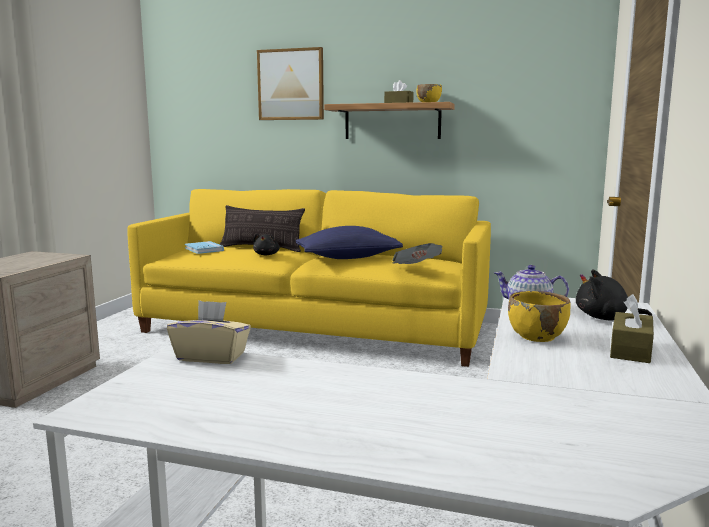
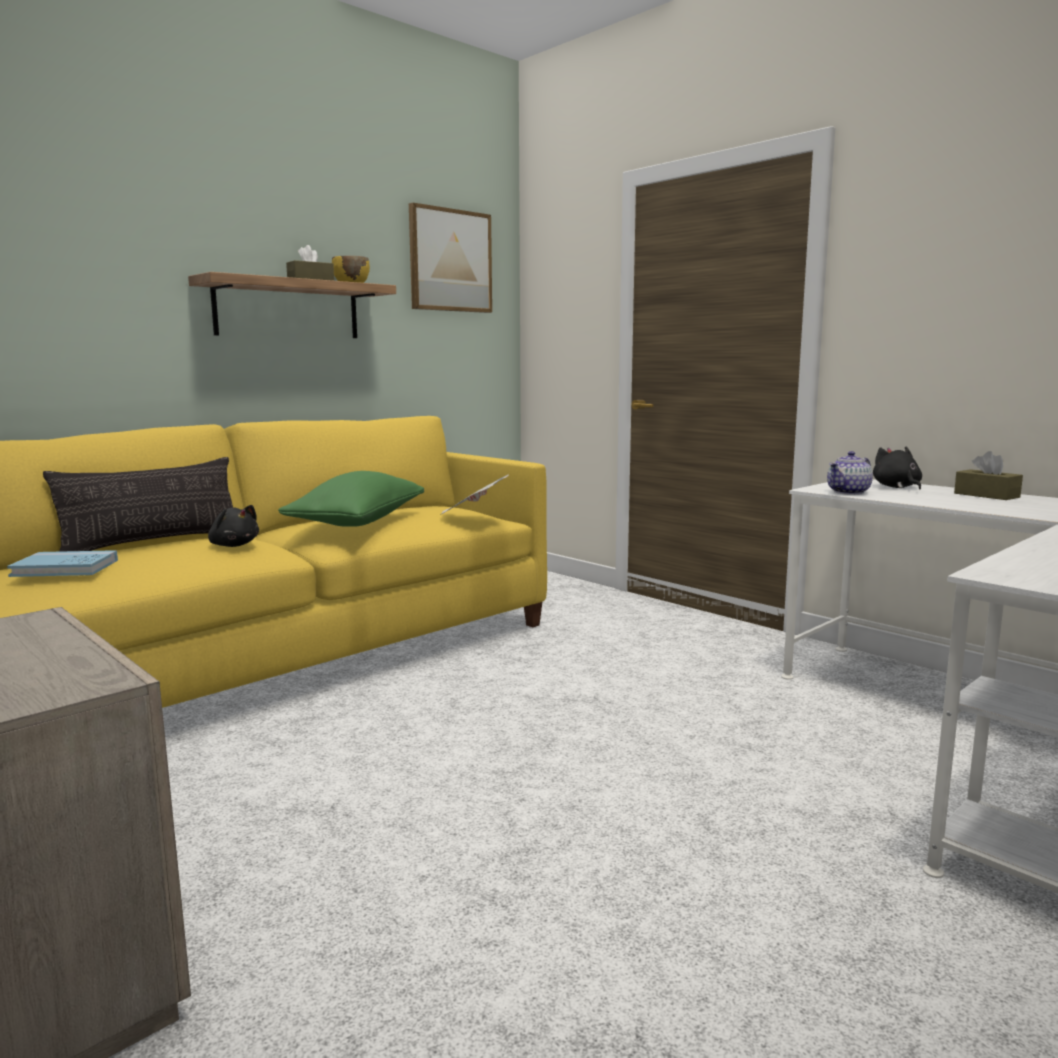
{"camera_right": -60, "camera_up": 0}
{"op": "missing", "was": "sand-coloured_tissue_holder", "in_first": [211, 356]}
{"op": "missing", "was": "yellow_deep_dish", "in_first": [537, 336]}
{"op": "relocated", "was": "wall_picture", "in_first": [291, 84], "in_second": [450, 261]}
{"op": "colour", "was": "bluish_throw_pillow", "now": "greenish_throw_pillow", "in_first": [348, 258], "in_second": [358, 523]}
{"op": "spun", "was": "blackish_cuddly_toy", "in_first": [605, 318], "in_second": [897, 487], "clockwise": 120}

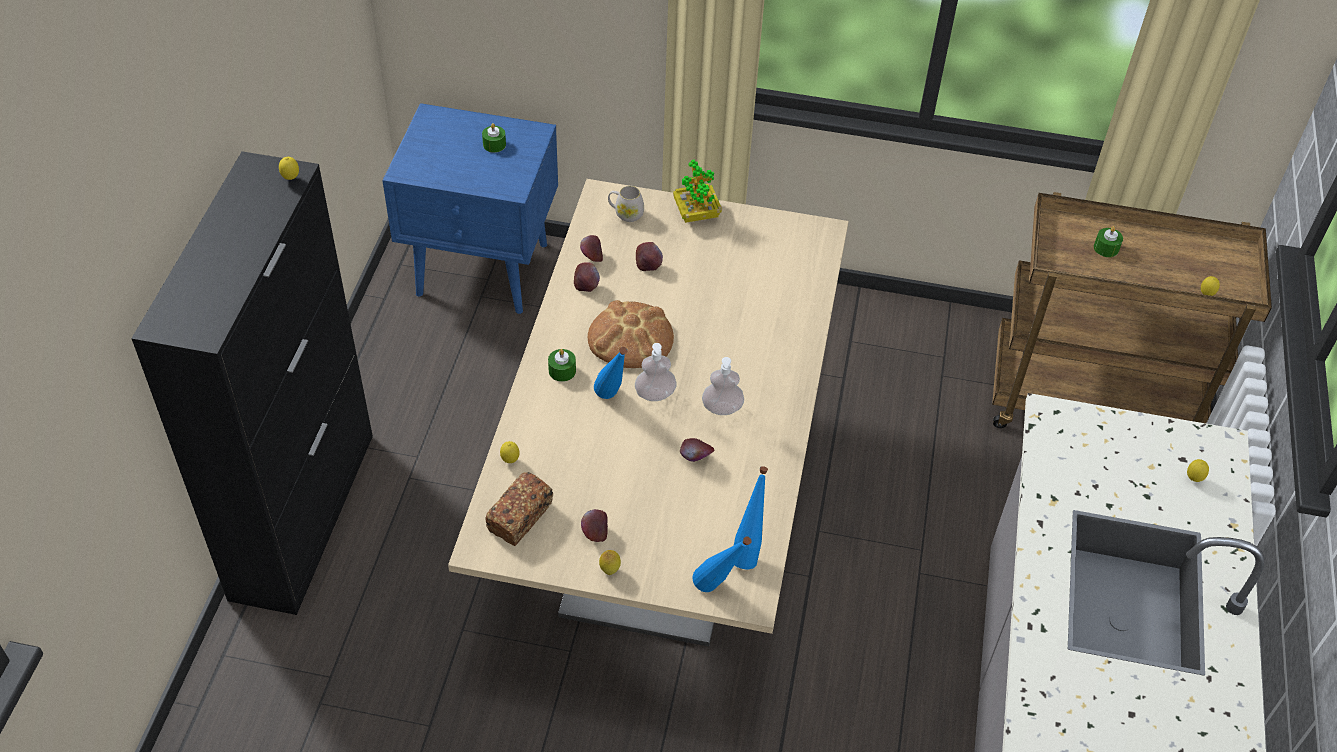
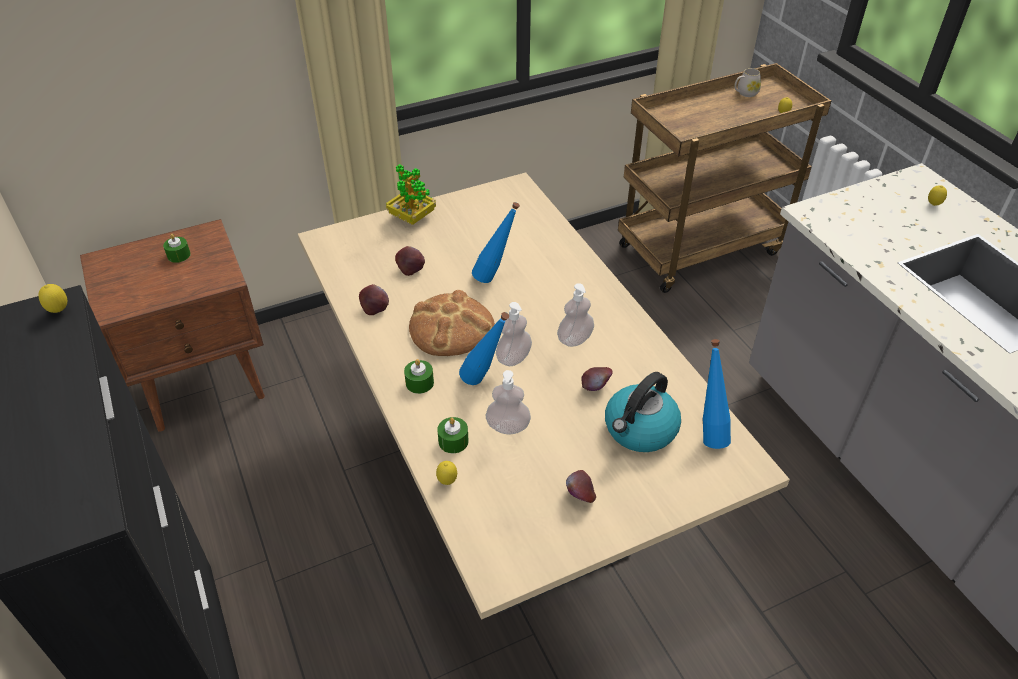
{"camera_right": -35, "camera_up": -5}
{"op": "missing", "was": "baked_bread", "in_first": [520, 517]}
{"op": "missing", "was": "whole_apple", "in_first": [591, 258]}
{"op": "missing", "was": "whole_lemon", "in_first": [610, 570]}
{"op": "appeared", "now": "liquid_soap_bottle", "in_second": [508, 427]}
{"op": "appeared", "now": "kettle", "in_second": [640, 430]}
{"op": "relocated", "was": "white-coloured_mug", "in_first": [625, 213], "in_second": [745, 93]}
{"op": "relocated", "was": "bluish_beverage_bottle", "in_first": [718, 590], "in_second": [495, 278]}
{"op": "relocated", "was": "greenish_wax_candle", "in_first": [1106, 248], "in_second": [453, 441]}
{"op": "colour", "was": "bluish_nightstand", "now": "brownish_nightstand", "in_first": [484, 270], "in_second": [205, 381]}

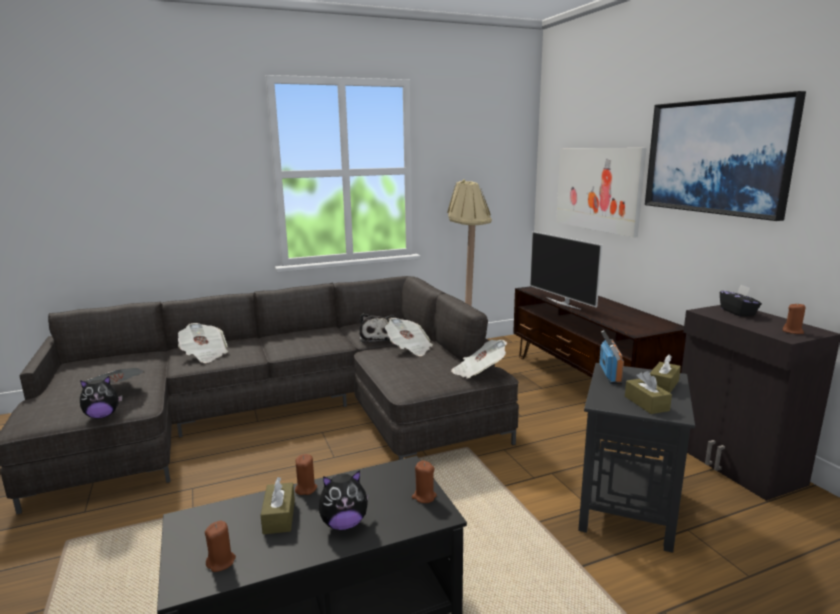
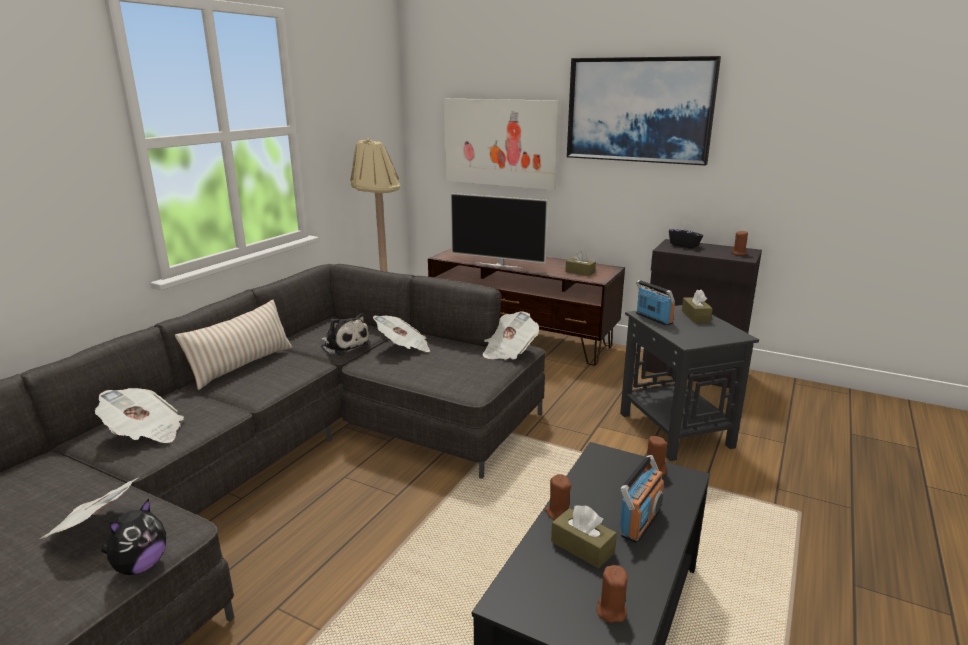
{"camera_right": -40, "camera_up": 5}
{"op": "appeared", "now": "sand-coloured_throw_pillow", "in_second": [242, 365]}
{"op": "relocated", "was": "brownish_tissue_holder", "in_first": [646, 403], "in_second": [580, 272]}
{"op": "exchanged", "was": "cuddly_toy", "now": "radio", "in_first": [344, 524], "in_second": [640, 522]}

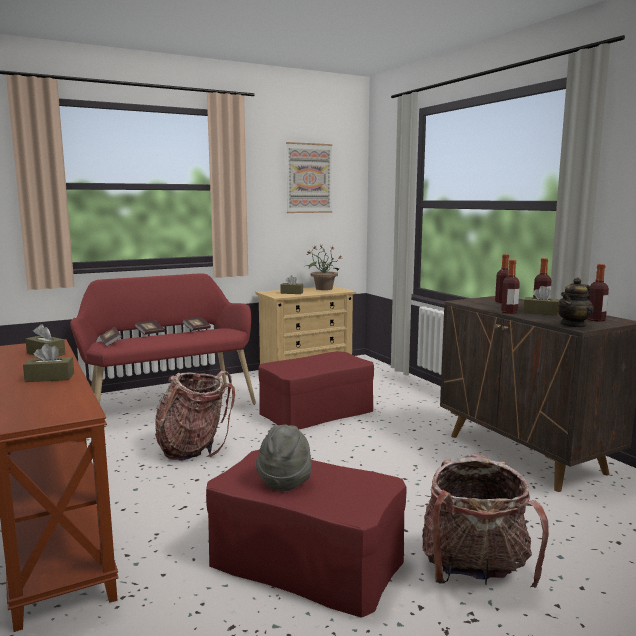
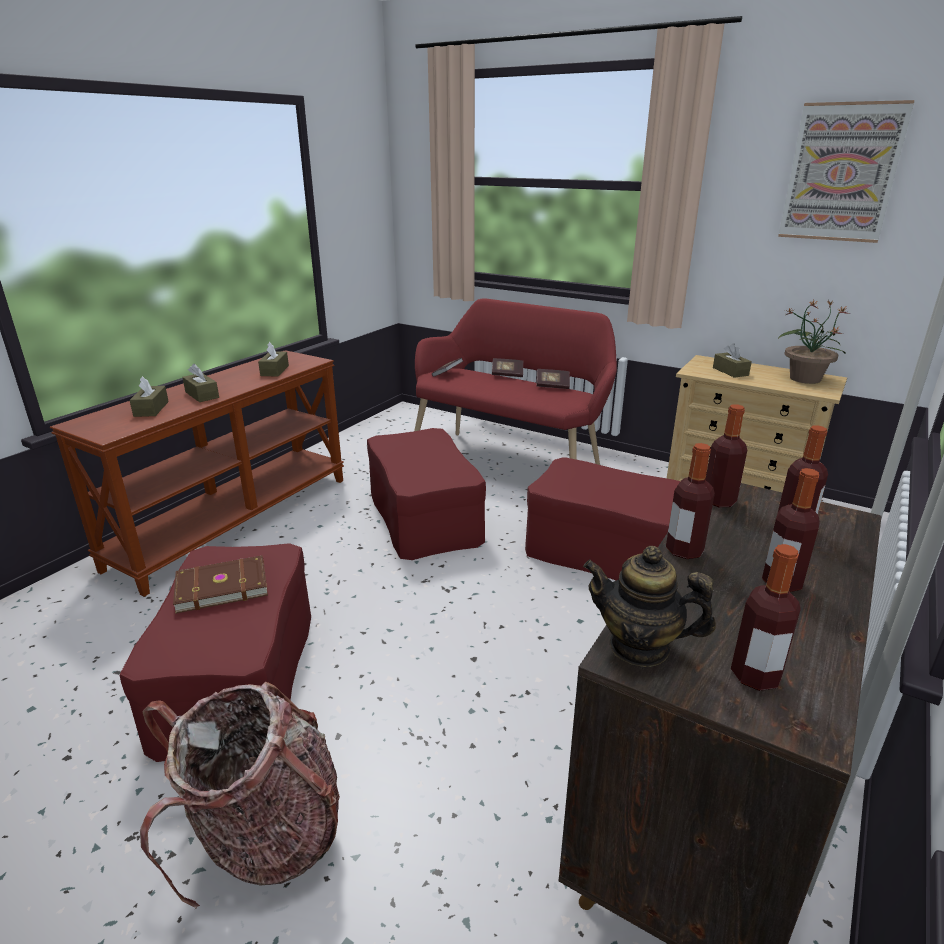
{"camera_right": 60, "camera_up": 15}
{"op": "appeared", "now": "beverage_bottle", "in_second": [719, 501]}
{"op": "relocated", "was": "brownish_tissue_holder", "in_first": [540, 313], "in_second": [151, 409]}
{"op": "exchanged", "was": "rucksack", "now": "reddish_pouffe", "in_first": [193, 448], "in_second": [425, 517]}
{"op": "exchanged", "was": "greyish_clothing_hat", "now": "brownish_volume", "in_first": [285, 480], "in_second": [221, 586]}

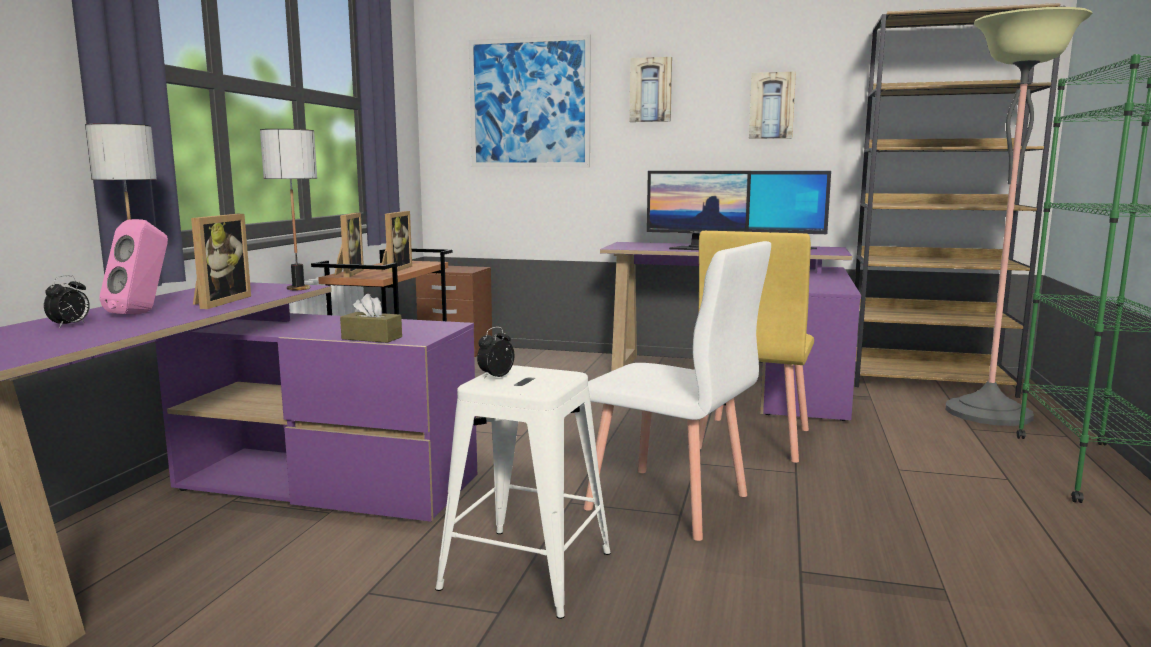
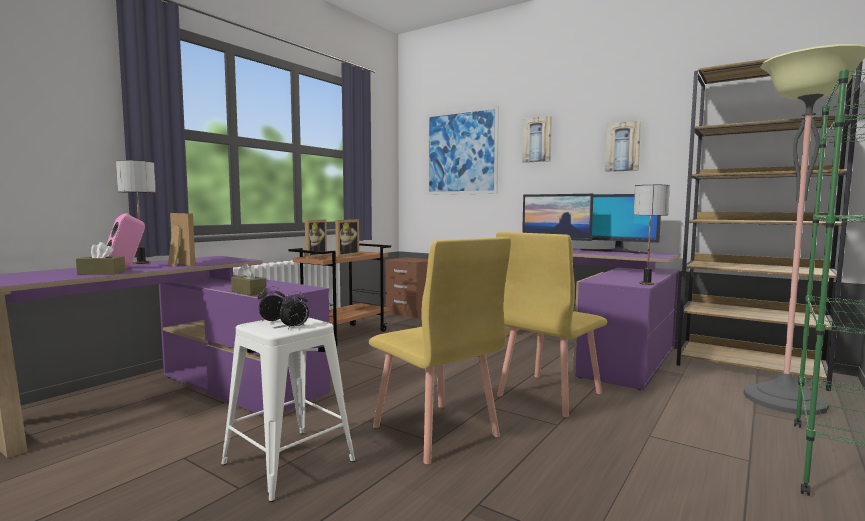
{"camera_right": 20, "camera_up": -5}
{"op": "appeared", "now": "brownish_tissue_holder", "in_second": [101, 273]}
{"op": "relocated", "was": "table_clock", "in_first": [70, 325], "in_second": [295, 327]}
{"op": "relocated", "was": "tabletop_lamp", "in_first": [298, 288], "in_second": [646, 283]}
{"op": "colour", "was": "white-coloured_plain_chair", "now": "yellow_plain_chair", "in_first": [668, 503], "in_second": [435, 431]}
{"op": "spun", "was": "picture_frame", "in_first": [218, 302], "in_second": [178, 265], "clockwise": -75}

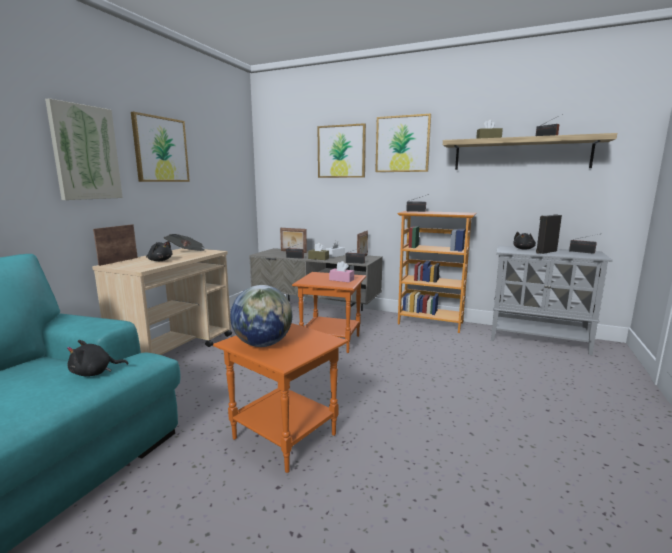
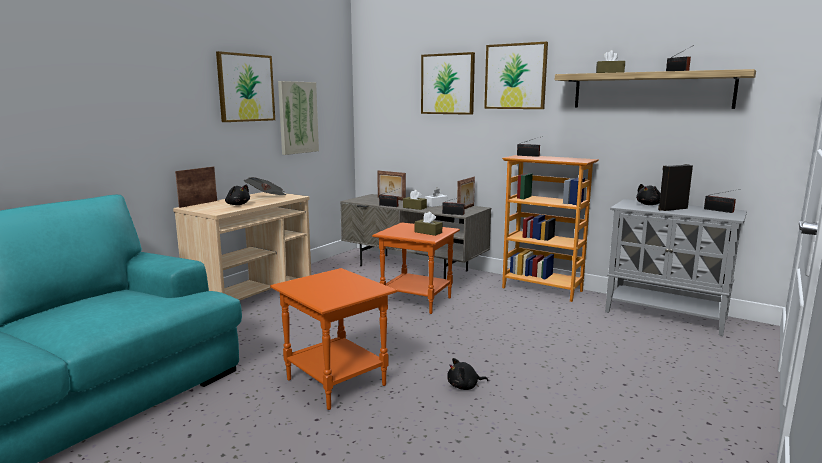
{"camera_right": 10, "camera_up": 0}
{"op": "missing", "was": "world_globe", "in_first": [263, 344]}
{"op": "relocated", "was": "wall_picture", "in_first": [85, 153], "in_second": [297, 117]}
{"op": "relocated", "was": "blackish_cuddly_toy", "in_first": [95, 373], "in_second": [464, 386]}
{"op": "colour", "was": "pink-coloured_tissue_holder", "now": "brownish_tissue_holder", "in_first": [341, 280], "in_second": [428, 232]}

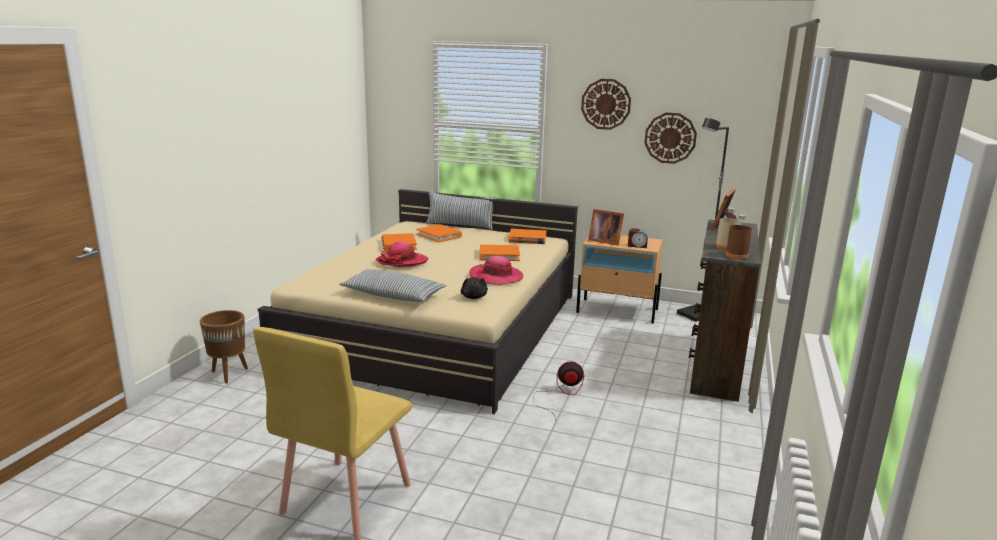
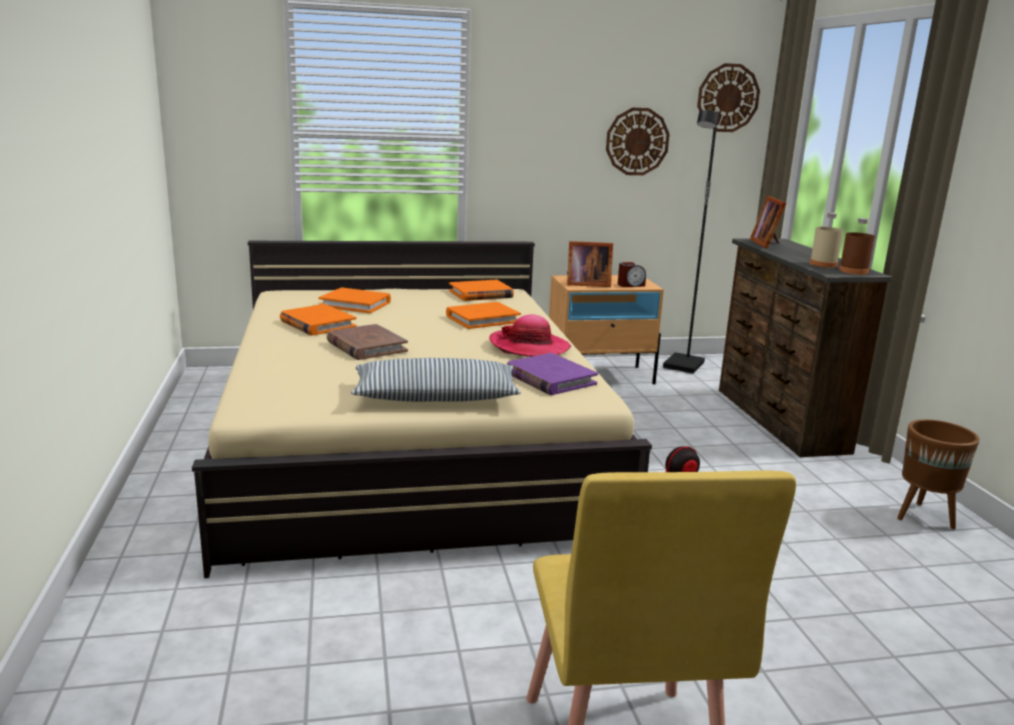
{"camera_right": -30, "camera_up": 0}
{"op": "missing", "was": "throw_pillow", "in_first": [460, 225]}
{"op": "relocated", "was": "brownish_plant_pot", "in_first": [228, 374], "in_second": [922, 516]}
{"op": "relocated", "was": "clock_on_the_wall", "in_first": [606, 104], "in_second": [728, 98]}
{"op": "exchanged", "was": "clothing_hat", "now": "brownish_volume", "in_first": [402, 261], "in_second": [366, 346]}
{"op": "exchanged", "was": "blackish_cuddly_toy", "now": "purplish_volume", "in_first": [474, 297], "in_second": [550, 378]}

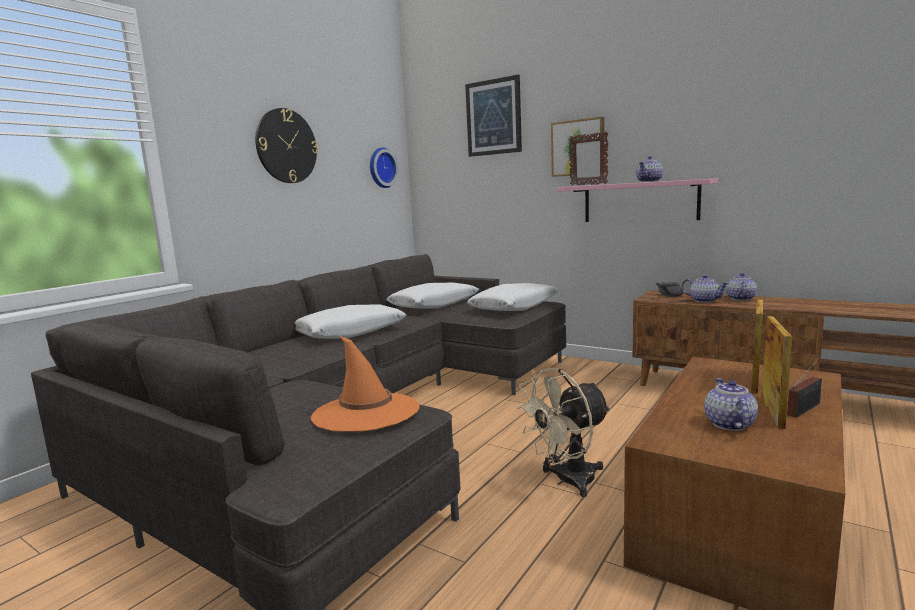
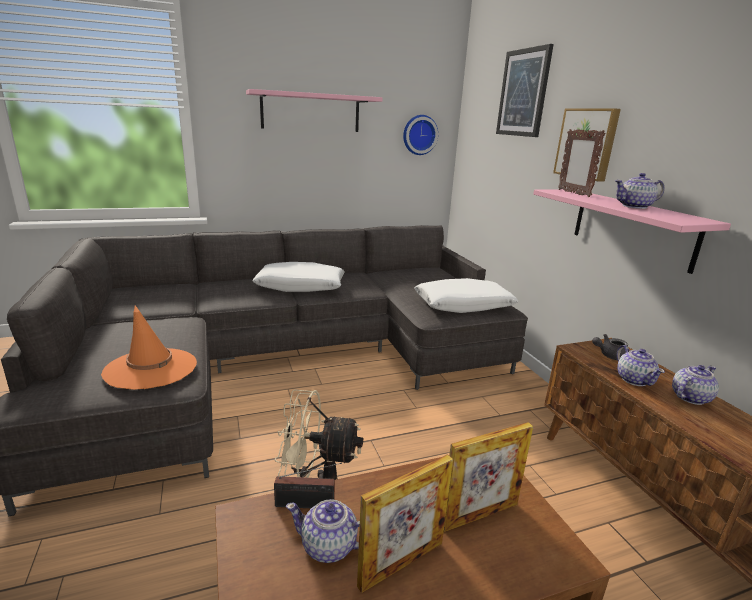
{"camera_right": 35, "camera_up": 10}
{"op": "missing", "was": "white-coloured_throw_pillow", "in_first": [434, 305]}
{"op": "relocated", "was": "radio", "in_first": [805, 408], "in_second": [308, 505]}
{"op": "exchanged", "was": "clock_on_the_wall", "now": "pink-coloured_shelf", "in_first": [286, 146], "in_second": [311, 112]}
{"op": "spun", "was": "teapot", "in_first": [729, 424], "in_second": [329, 547], "clockwise": -120}

